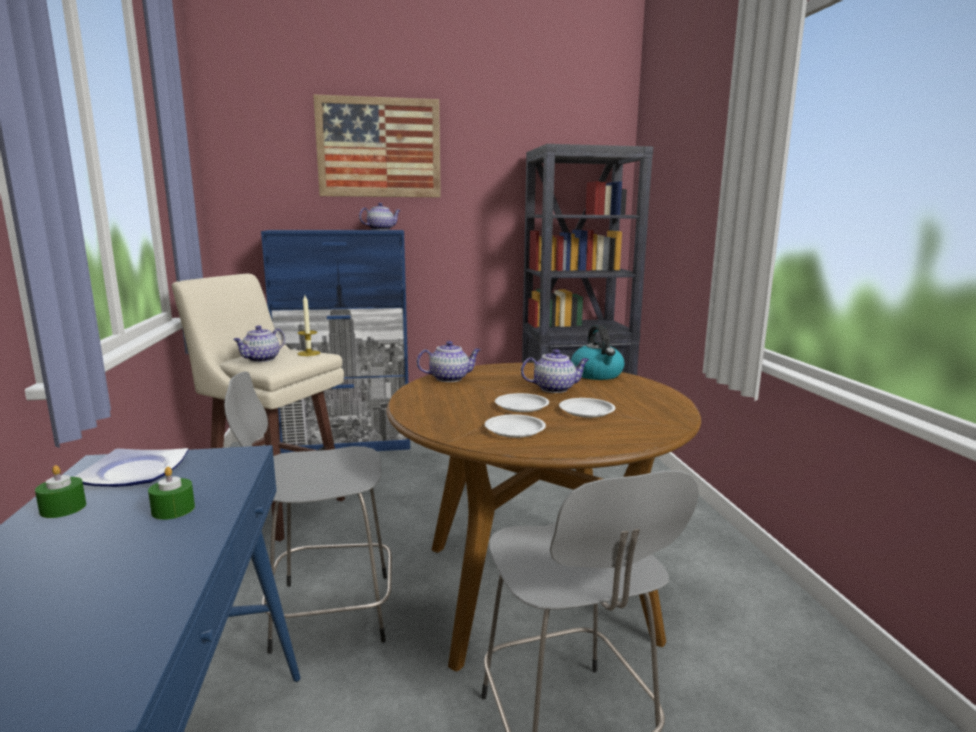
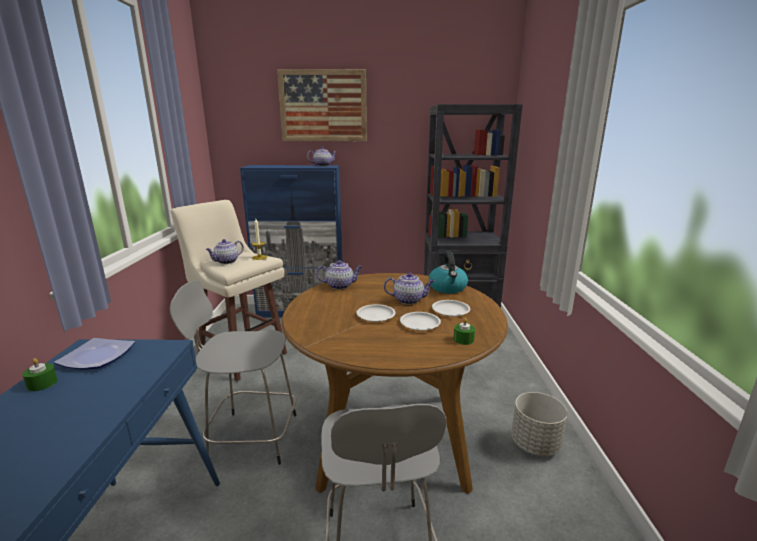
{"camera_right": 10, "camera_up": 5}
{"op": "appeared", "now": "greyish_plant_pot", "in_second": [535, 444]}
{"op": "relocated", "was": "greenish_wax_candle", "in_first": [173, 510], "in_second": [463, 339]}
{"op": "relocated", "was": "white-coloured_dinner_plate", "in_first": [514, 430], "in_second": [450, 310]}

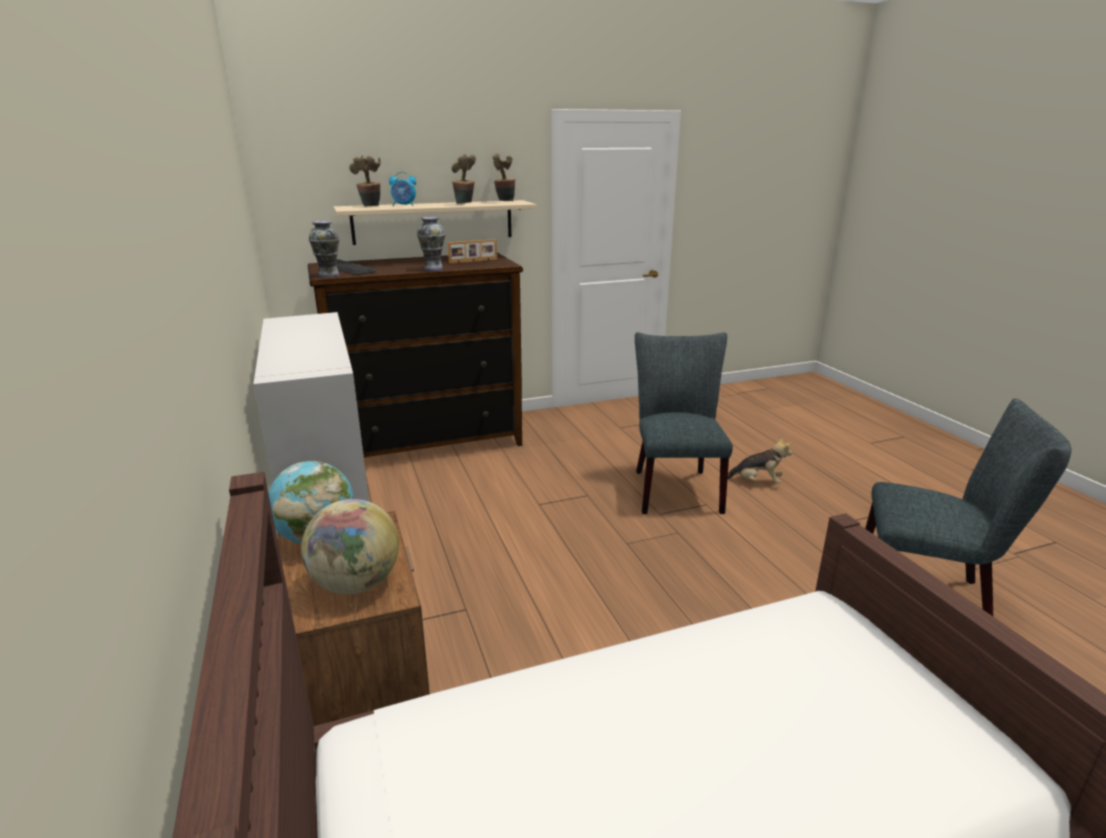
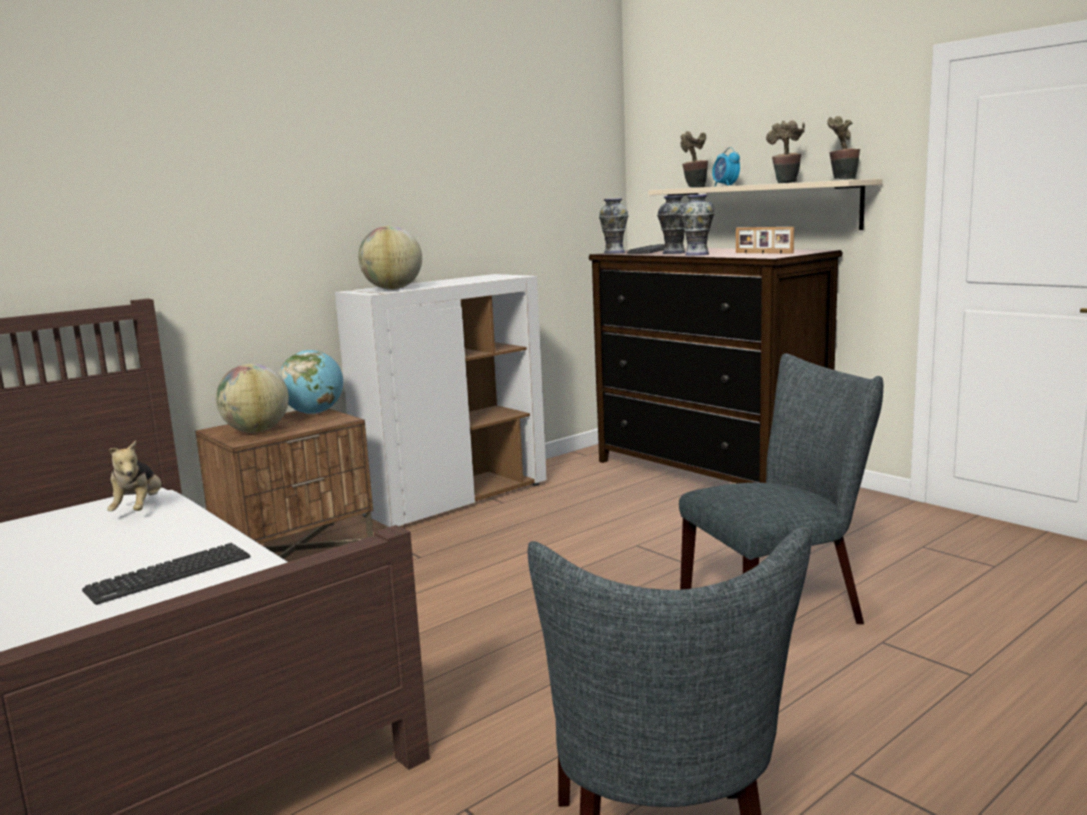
{"camera_right": 70, "camera_up": -10}
{"op": "appeared", "now": "PC_keyboard", "in_second": [169, 574]}
{"op": "appeared", "now": "world_globe", "in_second": [393, 289]}
{"op": "appeared", "now": "decorative_vase", "in_second": [674, 253]}
{"op": "relocated", "was": "cuddly_toy", "in_first": [756, 482], "in_second": [139, 509]}

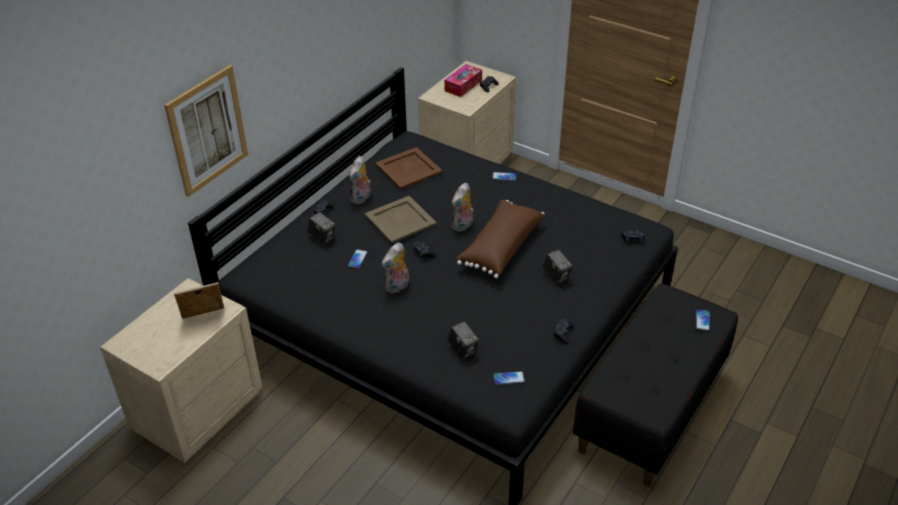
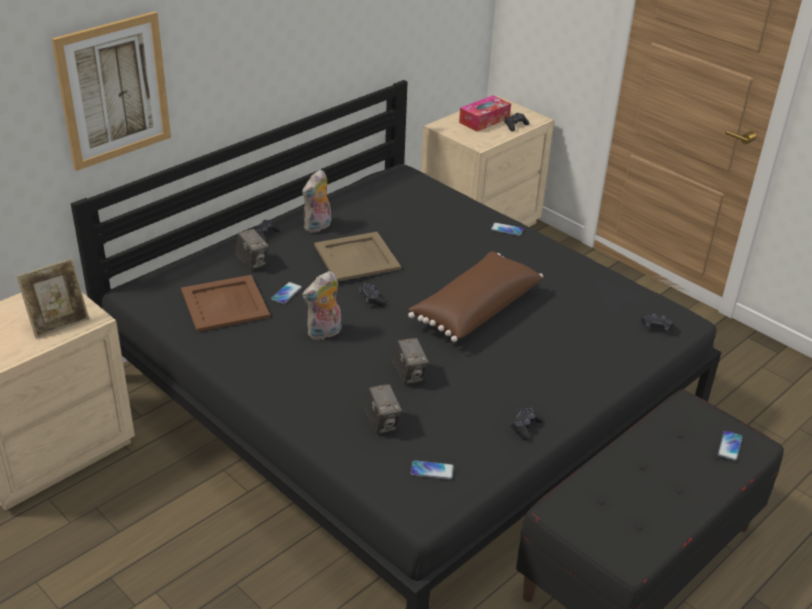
{"camera_right": 10, "camera_up": -5}
{"op": "missing", "was": "cuddly_toy", "in_first": [463, 226]}
{"op": "relocated", "was": "brownish_carrying_tray", "in_first": [408, 169], "in_second": [224, 304]}
{"op": "relocated", "was": "photo_camera", "in_first": [556, 276], "in_second": [409, 375]}
{"op": "spun", "was": "picture_frame", "in_first": [204, 318], "in_second": [59, 323], "clockwise": 150}

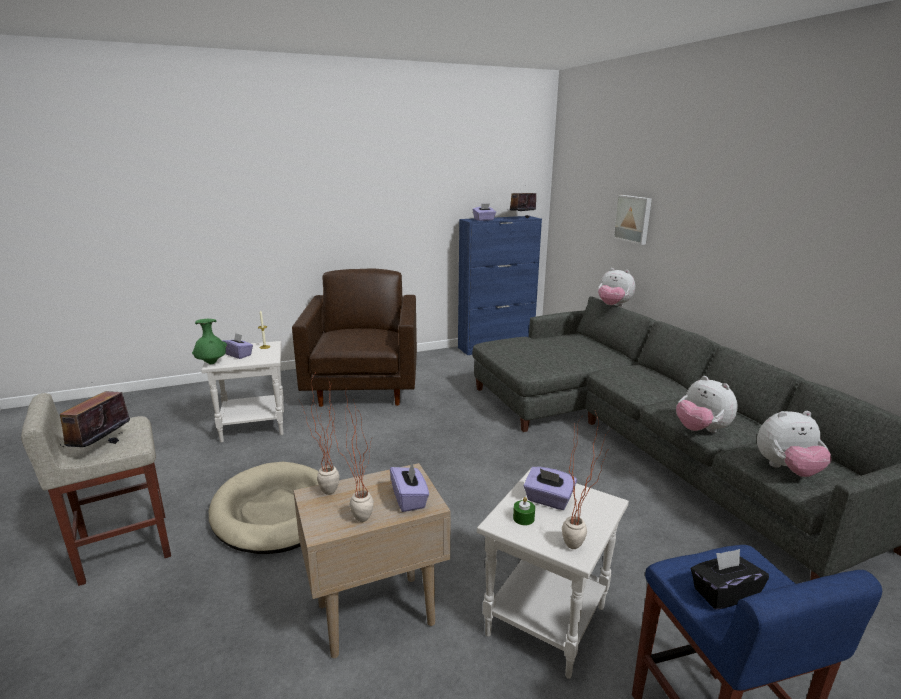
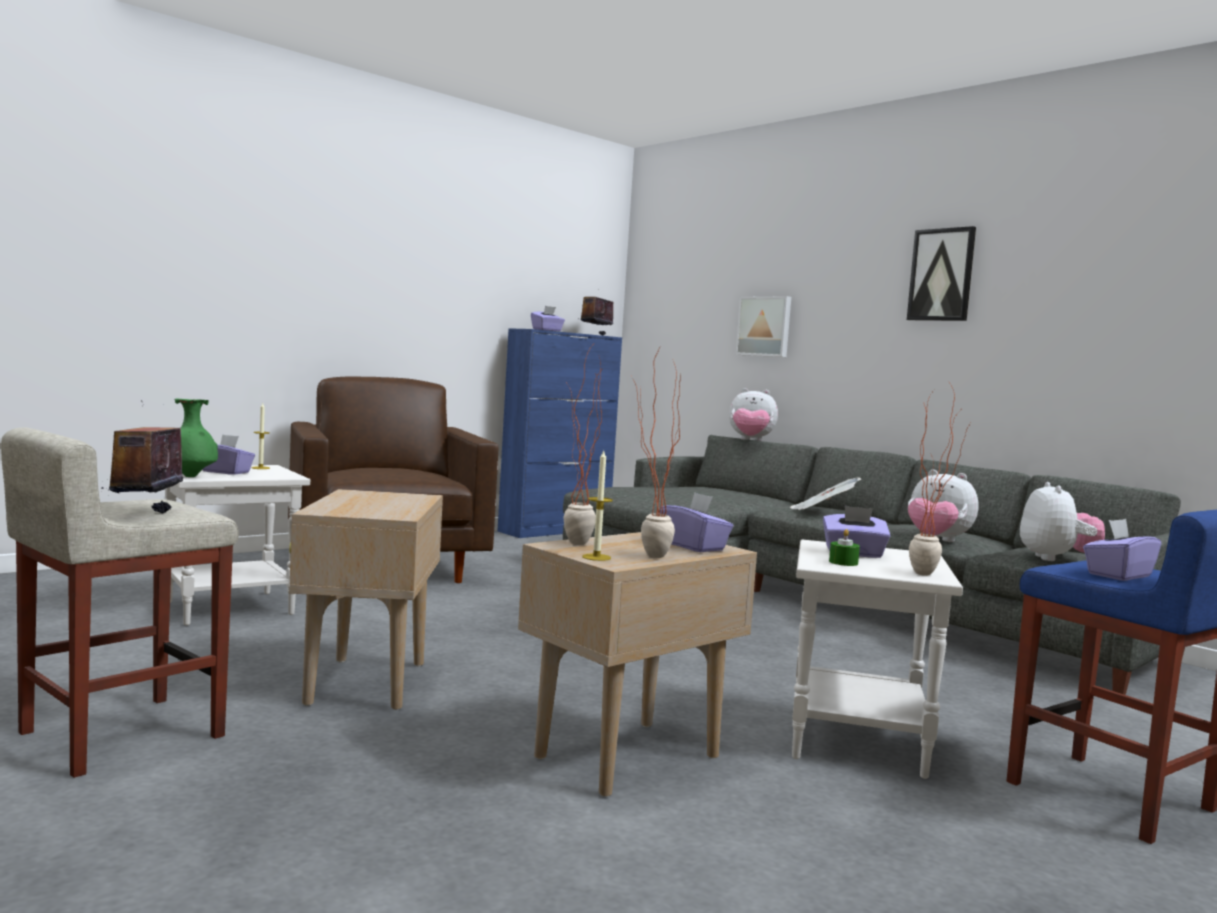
{"camera_right": -20, "camera_up": -15}
{"op": "appeared", "now": "wax_candle", "in_second": [596, 557]}
{"op": "appeared", "now": "printed_paper", "in_second": [822, 512]}
{"op": "appeared", "now": "wall_picture", "in_second": [941, 275]}
{"op": "exchanged", "was": "sand-coloured_dog_cushion", "now": "sand-coloured_end_table", "in_first": [275, 512], "in_second": [365, 684]}
{"op": "colour", "was": "blackish_tissue_holder", "now": "purplish_tissue_holder", "in_first": [723, 593], "in_second": [1118, 575]}
{"op": "spun", "was": "cuddly_toy", "in_first": [786, 469], "in_second": [1056, 559], "clockwise": -60}

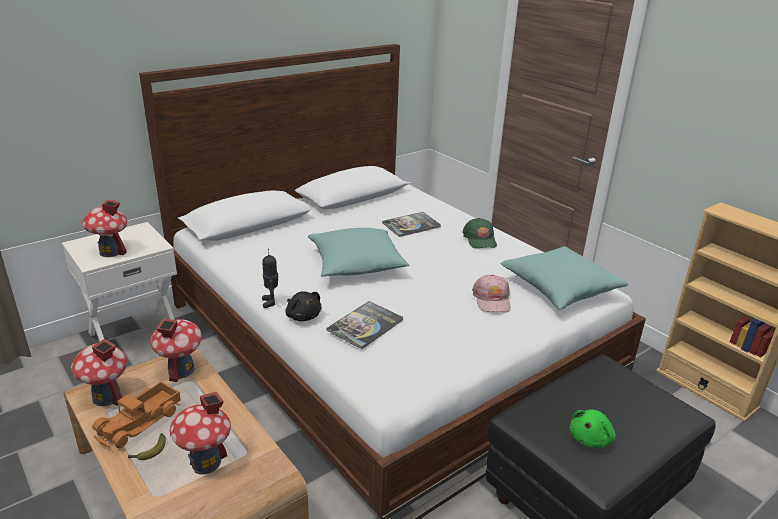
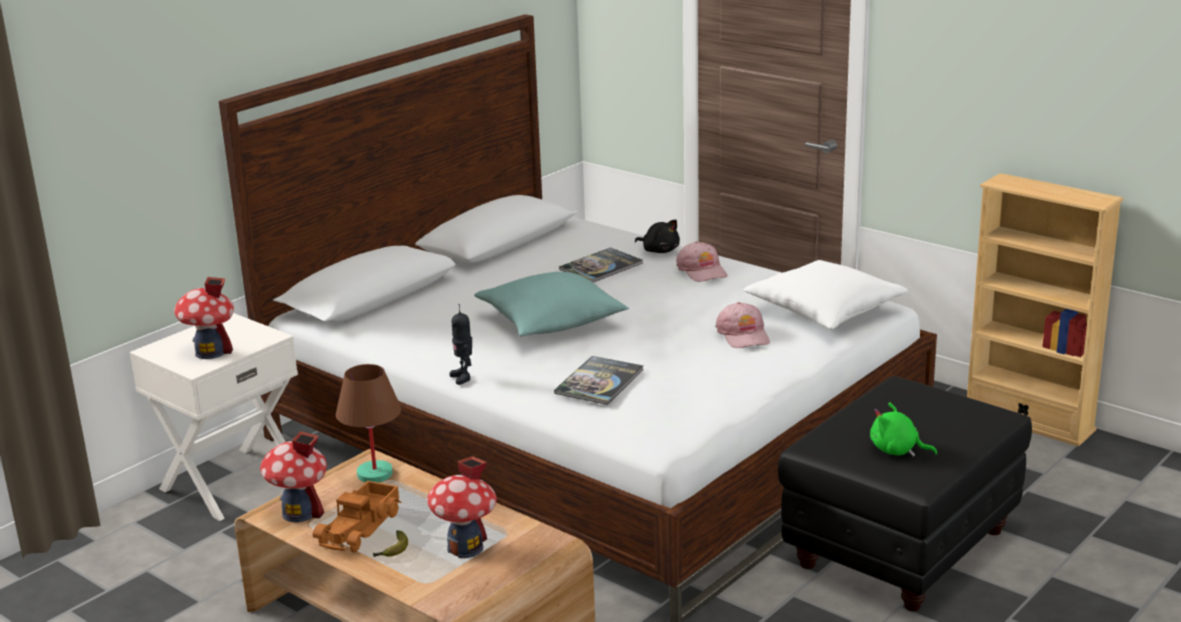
{"camera_right": -10, "camera_up": -5}
{"op": "relocated", "was": "blackish_cuddly_toy", "in_first": [303, 316], "in_second": [659, 251]}
{"op": "exchanged", "was": "toy_house", "now": "brownish_tabletop_lamp", "in_first": [181, 370], "in_second": [374, 474]}
{"op": "colour", "was": "greenish_baseball_cap", "now": "pink-coloured_baseball_cap", "in_first": [480, 239], "in_second": [702, 271]}
{"op": "colour", "was": "turquoise-coloured_throw_pillow", "now": "white-coloured_throw_pillow", "in_first": [560, 288], "in_second": [824, 311]}
{"op": "spun", "was": "greenish_cuddly_toy", "in_first": [591, 439], "in_second": [897, 450], "clockwise": 90}

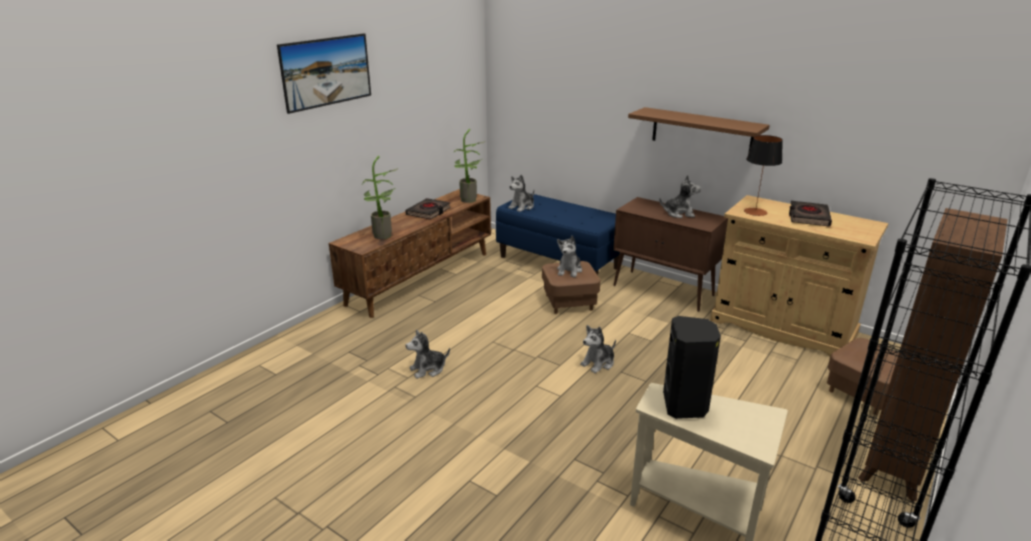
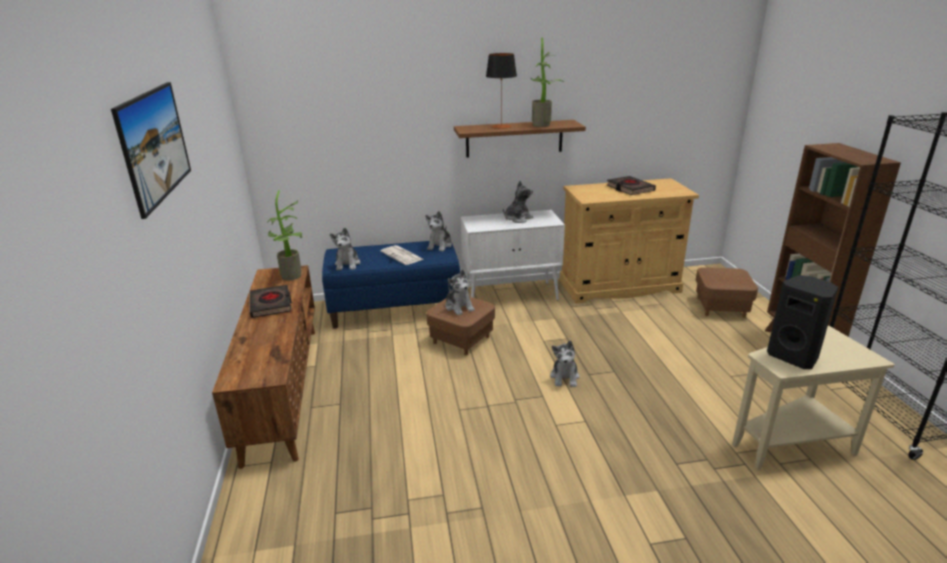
{"camera_right": -45, "camera_up": 0}
{"op": "appeared", "now": "printed_paper", "in_second": [402, 256]}
{"op": "relocated", "was": "potted_plant", "in_first": [383, 236], "in_second": [544, 125]}
{"op": "relocated", "was": "cuddly_toy", "in_first": [428, 369], "in_second": [440, 245]}
{"op": "relocated", "was": "tabletop_lamp", "in_first": [755, 212], "in_second": [501, 126]}
{"op": "colour", "was": "brownish_cupboard", "now": "white-coloured_cupboard", "in_first": [664, 291], "in_second": [511, 295]}

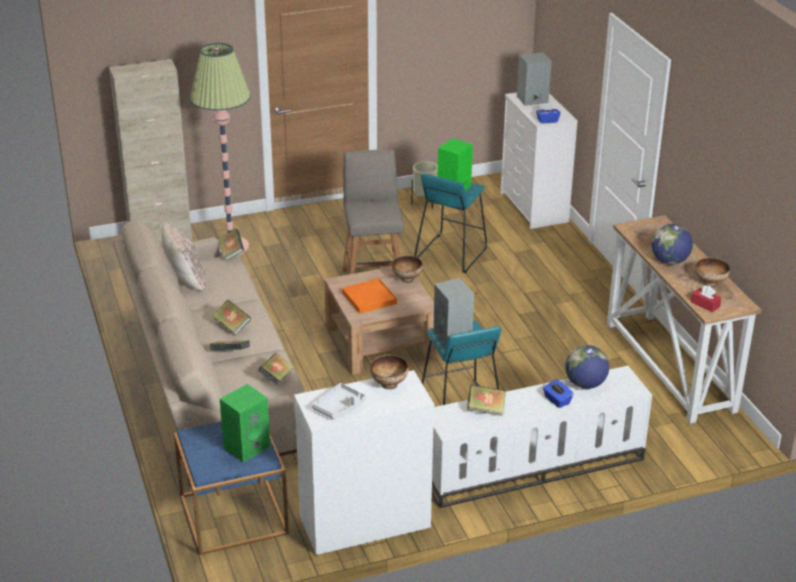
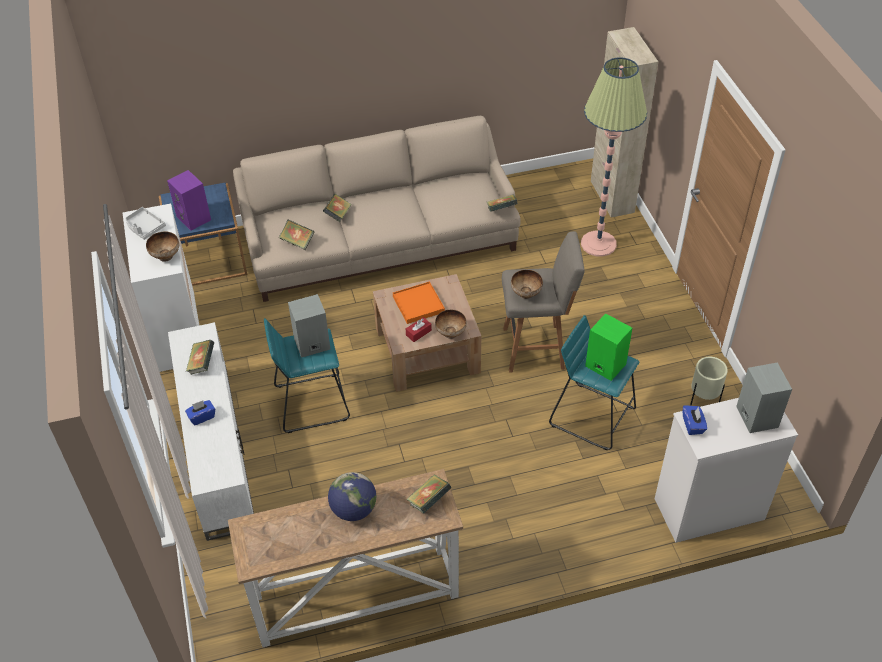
{"camera_right": 95, "camera_up": 15}
{"op": "missing", "was": "sand-coloured_throw_pillow", "in_first": [185, 279]}
{"op": "missing", "was": "world_globe", "in_first": [585, 384]}
{"op": "relocated", "was": "volume", "in_first": [232, 326], "in_second": [429, 501]}
{"op": "relocated", "was": "reddish_tissue_holder", "in_first": [705, 304], "in_second": [418, 333]}
{"op": "relocated", "was": "deep_dish", "in_first": [710, 283], "in_second": [526, 294]}
{"op": "colour", "was": "greenish_loudspeaker", "now": "purplish_loudspeaker", "in_first": [247, 446], "in_second": [195, 218]}

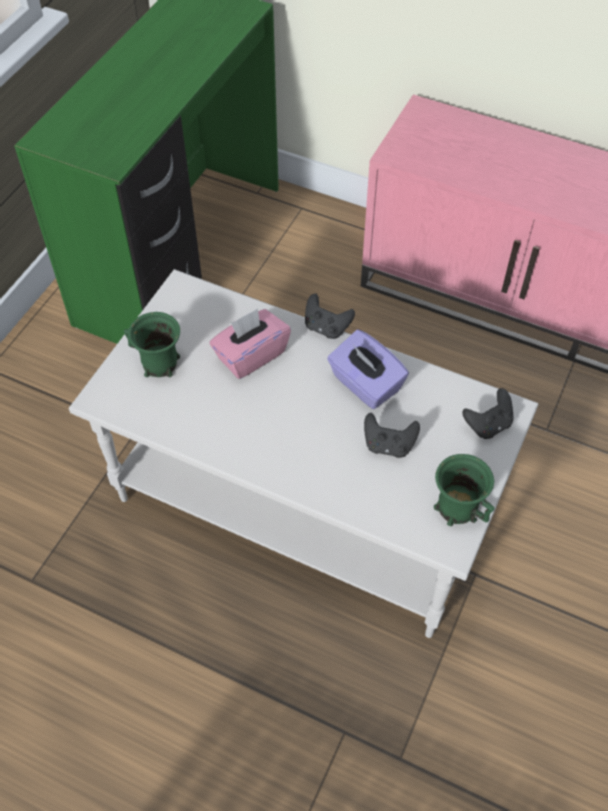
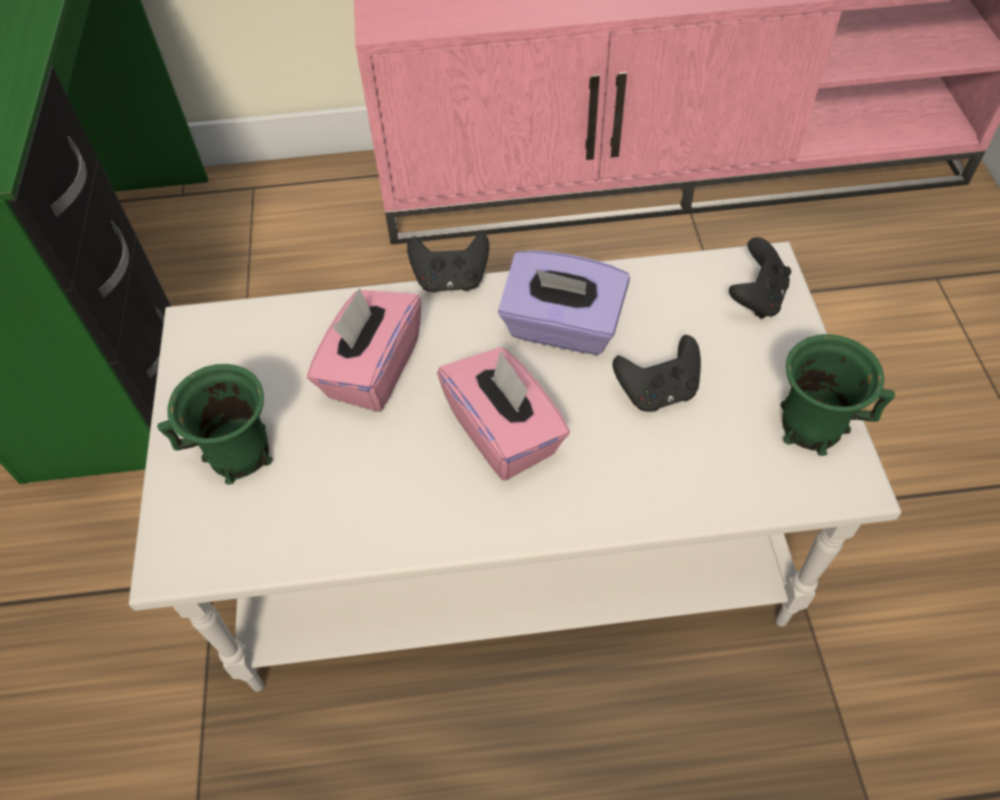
{"camera_right": -30, "camera_up": 0}
{"op": "appeared", "now": "pink-coloured_tissue_holder", "in_second": [504, 432]}

